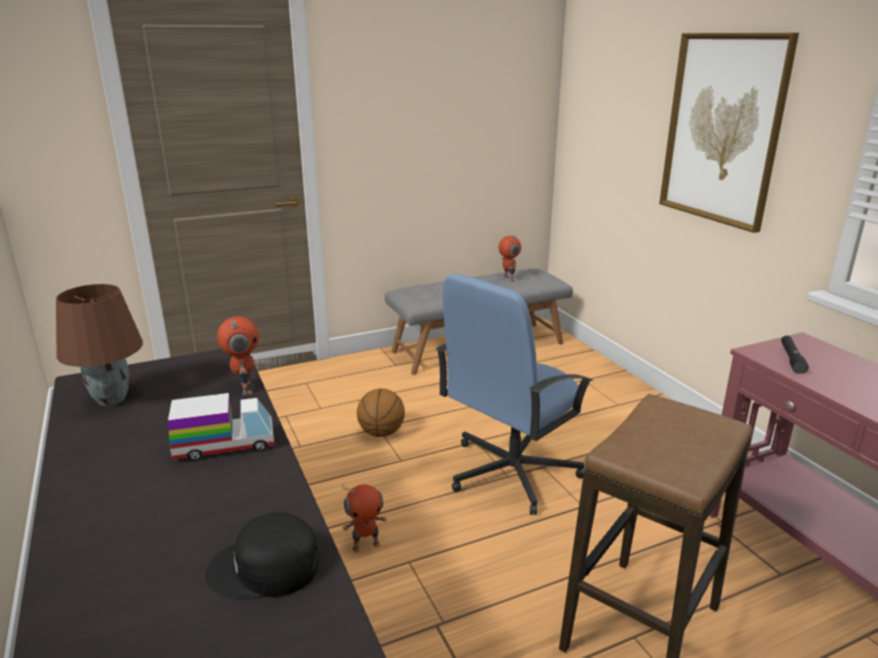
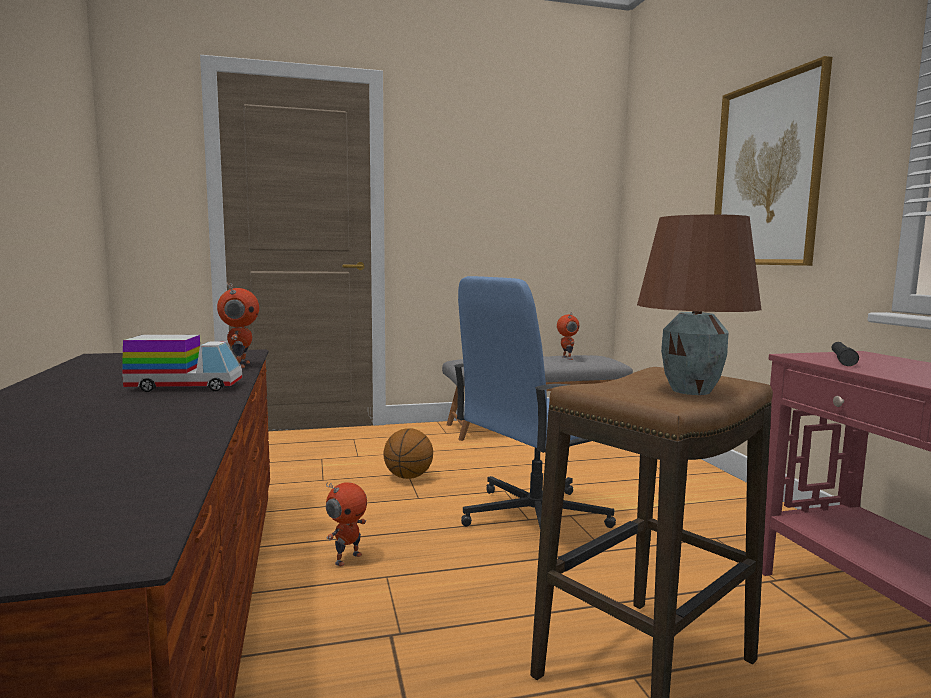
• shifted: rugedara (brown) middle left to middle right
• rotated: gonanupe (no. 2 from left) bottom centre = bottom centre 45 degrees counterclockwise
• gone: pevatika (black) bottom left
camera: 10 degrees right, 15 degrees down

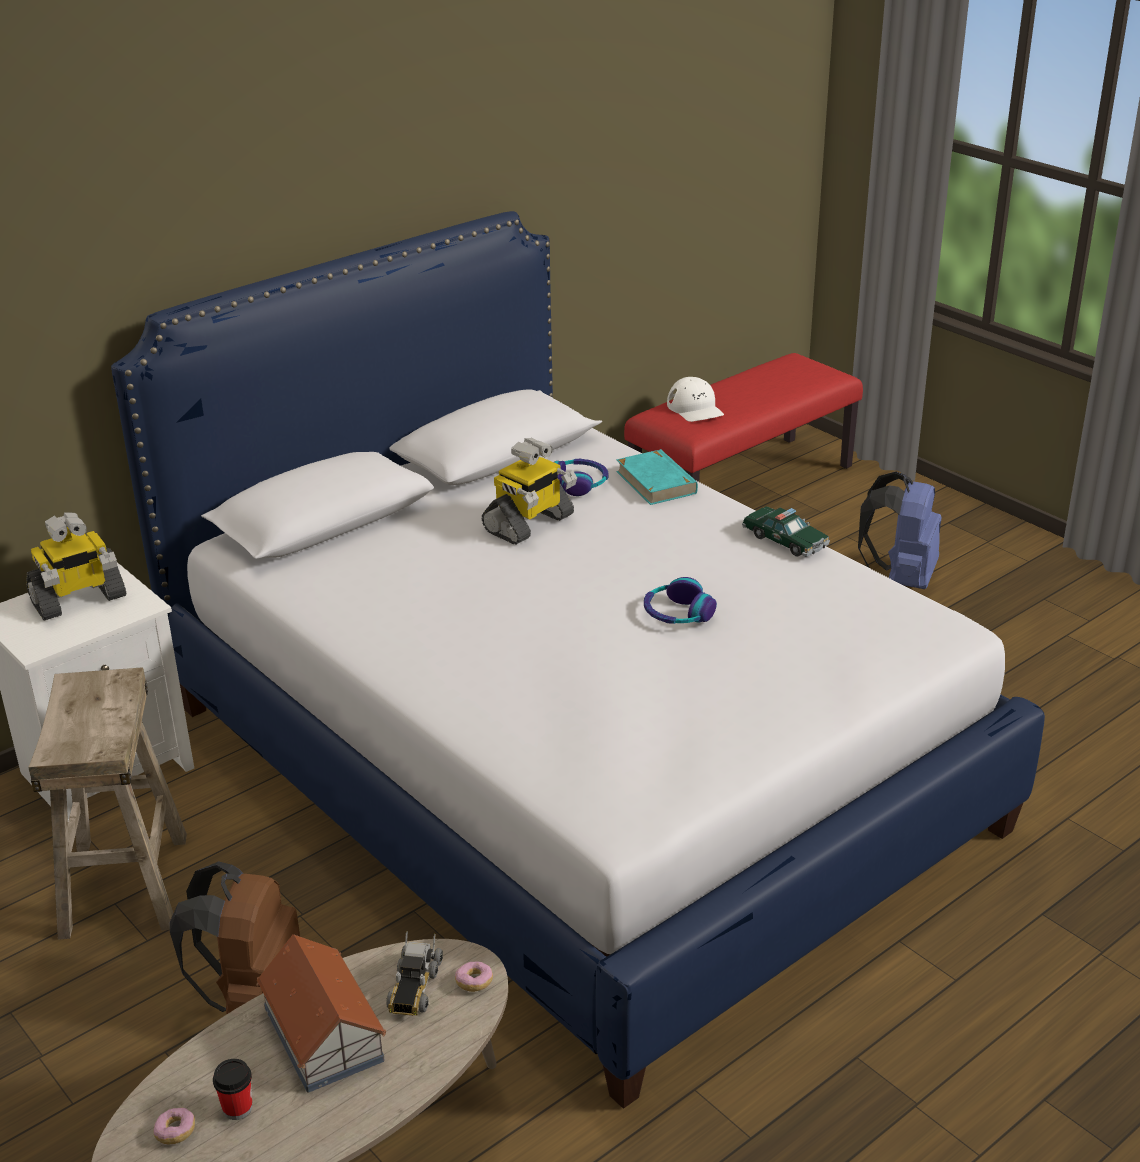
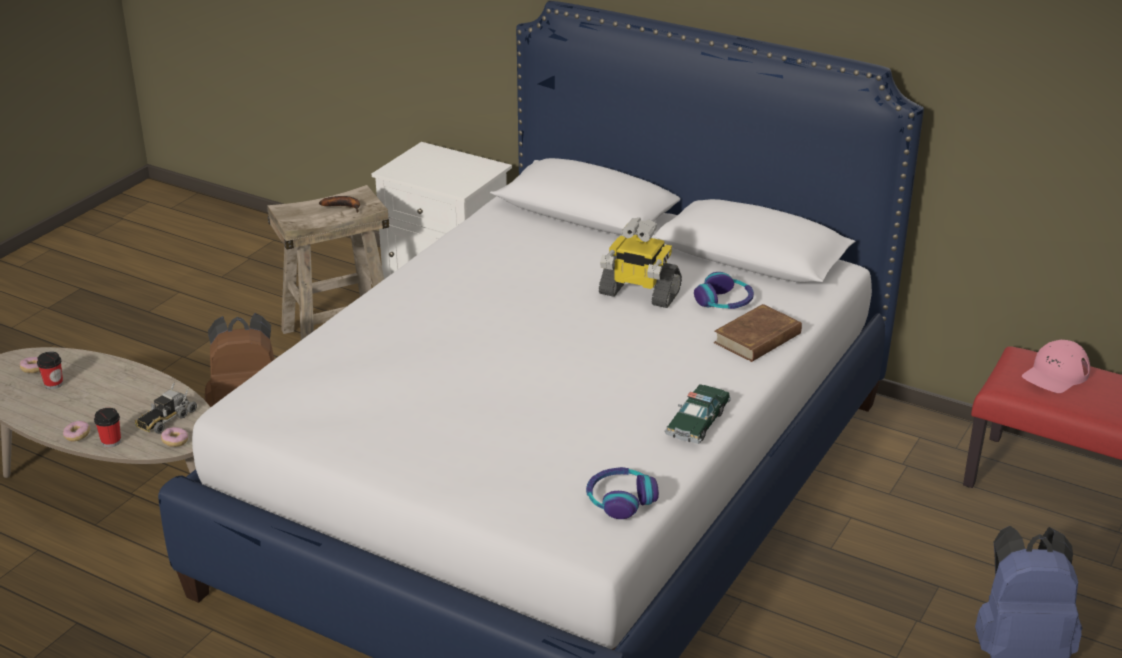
• repainted: pevatika (white) centre to pevatika (pink) middle right
• repainted: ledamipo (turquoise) centre to ledamipo (brown) middle right
• gone: gonanupe (no. 1 from left) middle left
• shifted: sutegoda (no. 2 from left in the first image) centre to sutegoda (no. 1 from left) bottom centre
• rotated: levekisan bottom centre = middle left 45 degrees counterclockwise
• gone: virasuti bottom left
• new: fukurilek top left
• new: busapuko (no. 2 from left) middle left
• new: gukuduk (no. 2 from left) middle left
camera: 70 degrees right, 0 degrees up

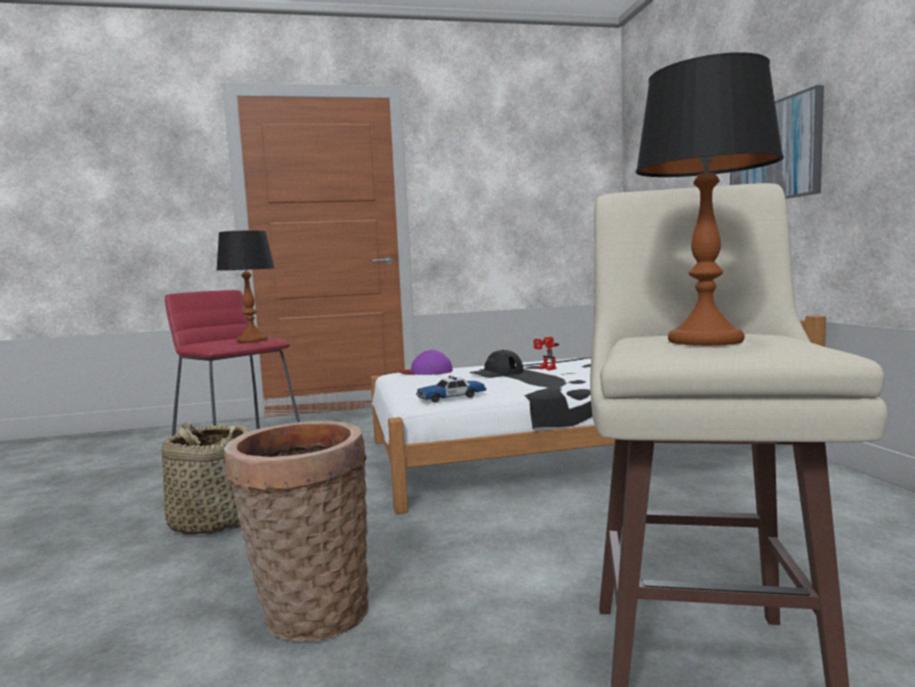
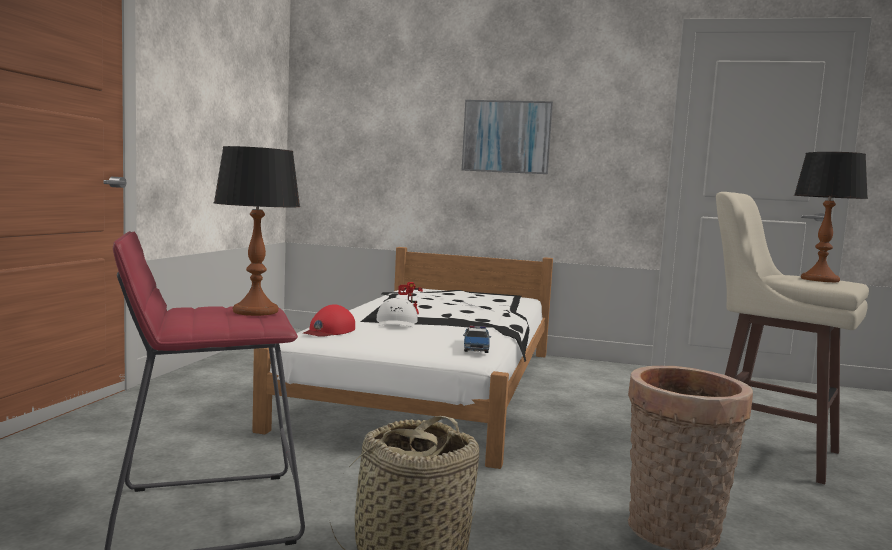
• repainted: pevatika (purple) centre to pevatika (red) centre
• repainted: pevatika (black) centre to pevatika (white) centre
camera: 65 degrees left, 0 degrees up

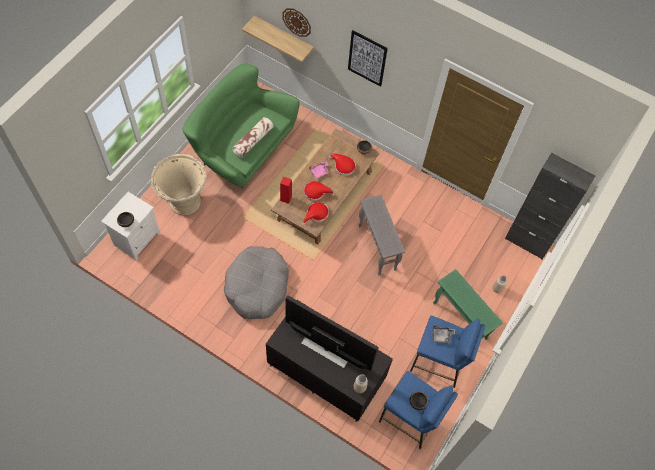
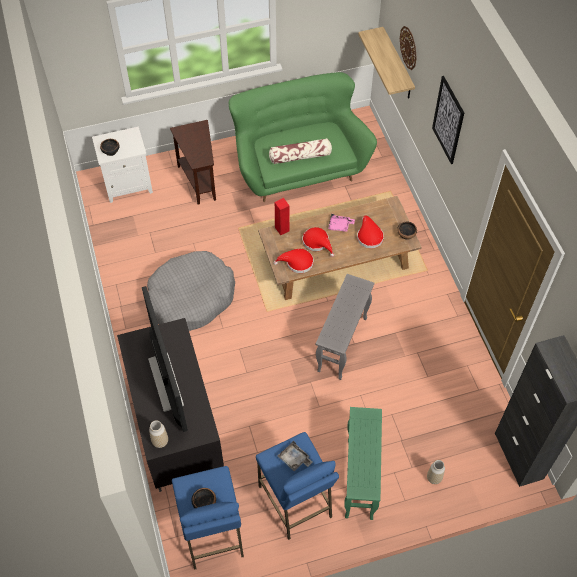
• swapped: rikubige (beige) middle left to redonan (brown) top centre
camera: 45 degrees right, 5 degrees down

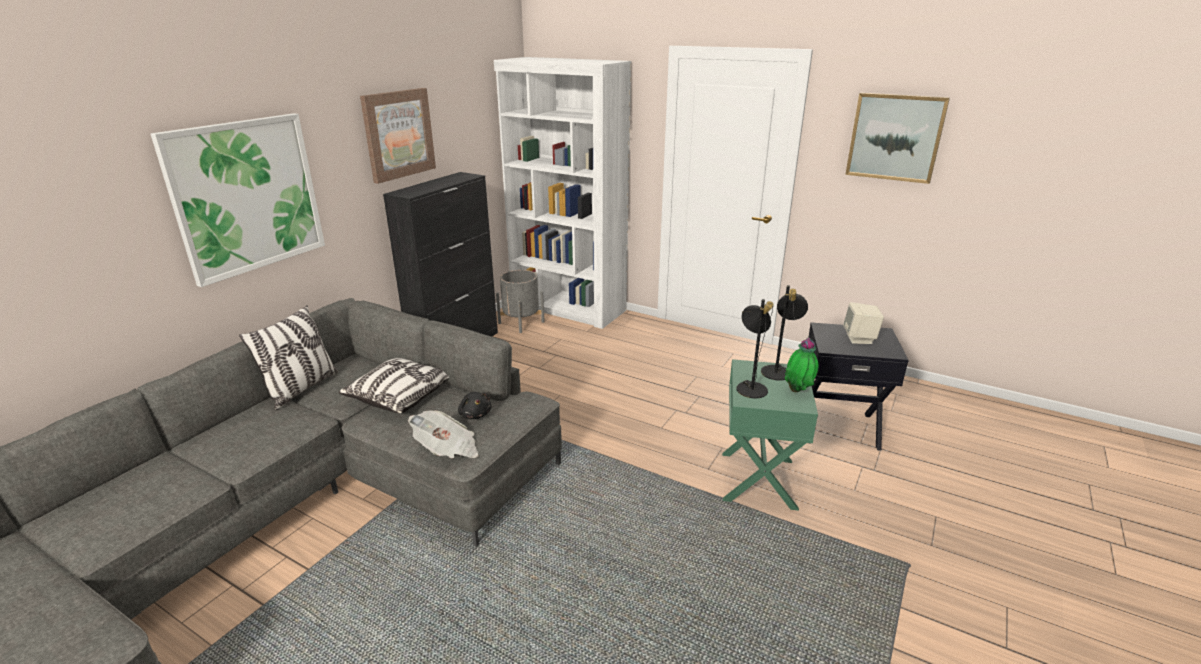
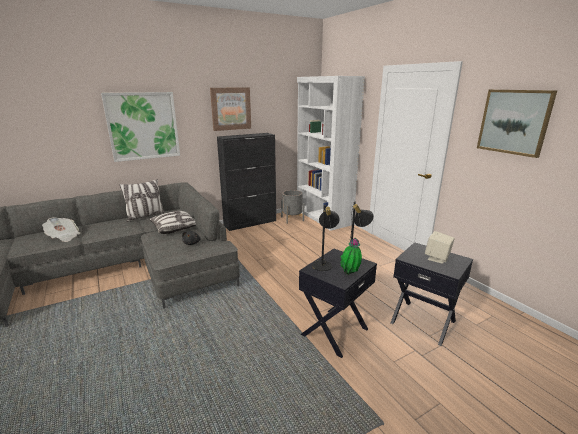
• repainted: redonan (green) centre to redonan (black) (no. 1 from left) bottom centre
• shifted: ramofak centre to middle left
camera: 30 degrees right, 5 degrees down

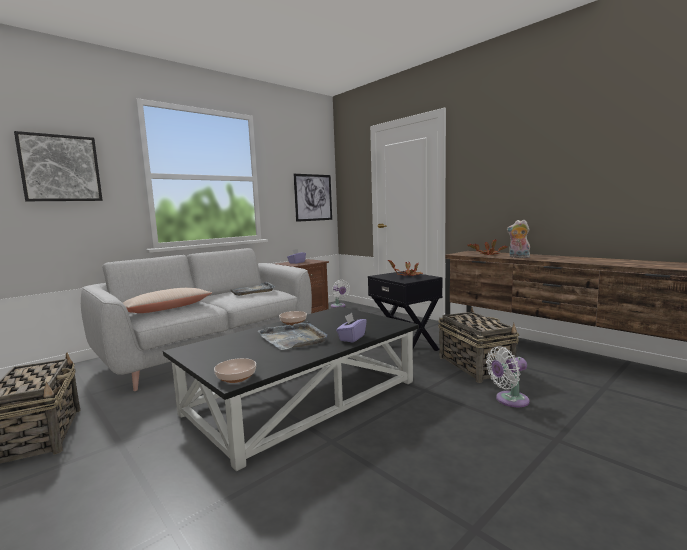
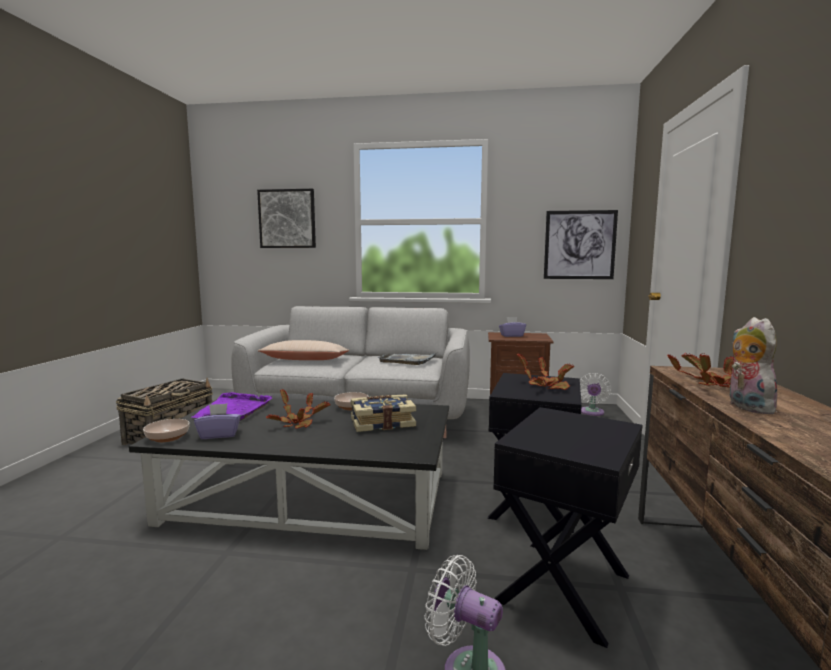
• swapped: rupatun (no. 2 from left) middle right to redonan (black) (no. 2 from left) bottom right
• shifted: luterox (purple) (no. 2 from left in the first image) centre to luterox (purple) (no. 1 from left) middle left
• swapped: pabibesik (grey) (no. 2 from left) centre to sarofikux (no. 1 from left) centre
• new: pabibesik (purple) middle left
• new: ledamipo centre
camera: 50 degrees right, 0 degrees up

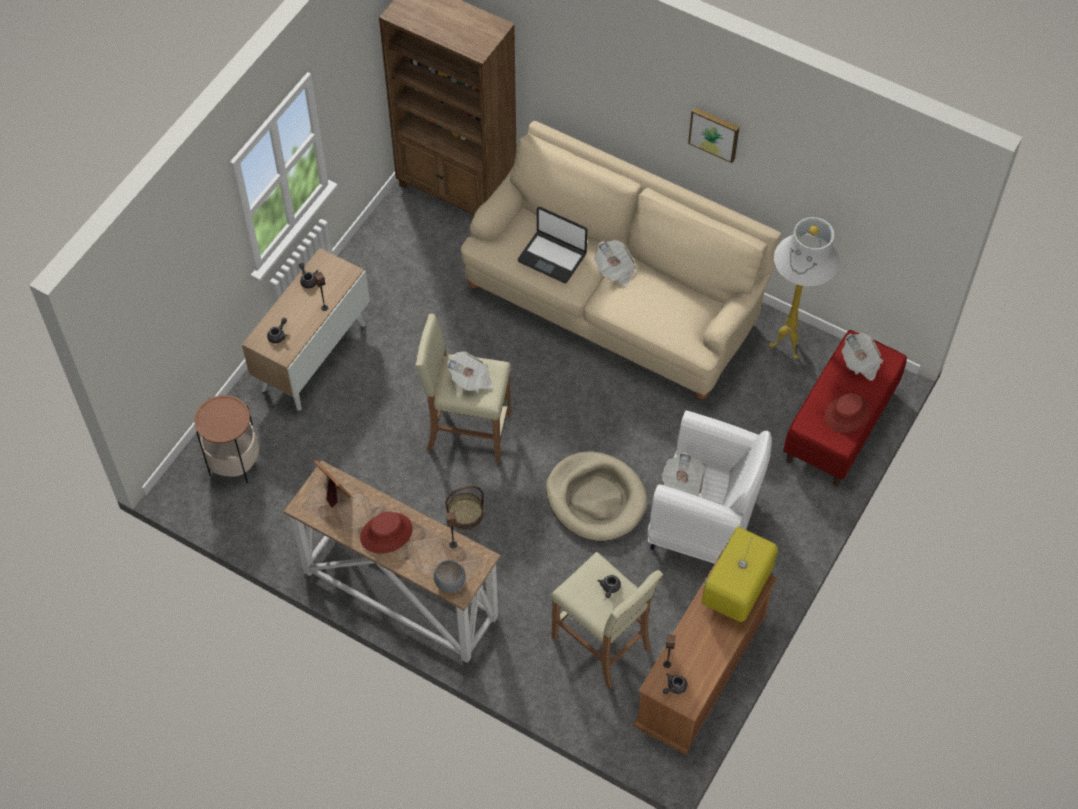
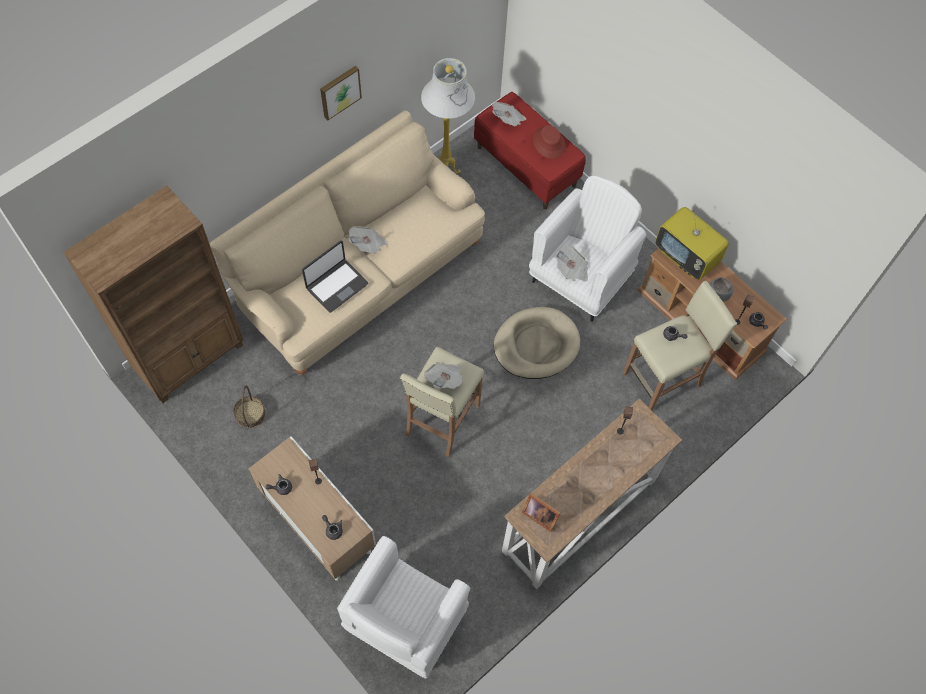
• swapped: redonan middle left to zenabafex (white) (no. 1 from left) bottom centre
• rotated: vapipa middle left = bottom centre 120 degrees counterclockwise
• shifted: rupatun centre to middle left
• gone: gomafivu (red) (no. 1 from left) centre
• shifted: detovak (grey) bottom centre to middle right
camera: 75 degrees left, 5 degrees up

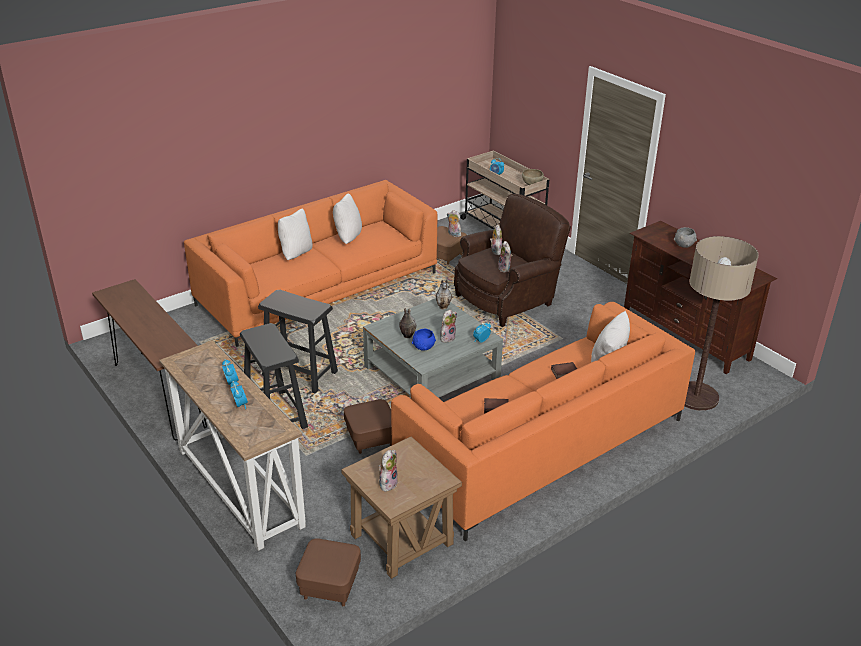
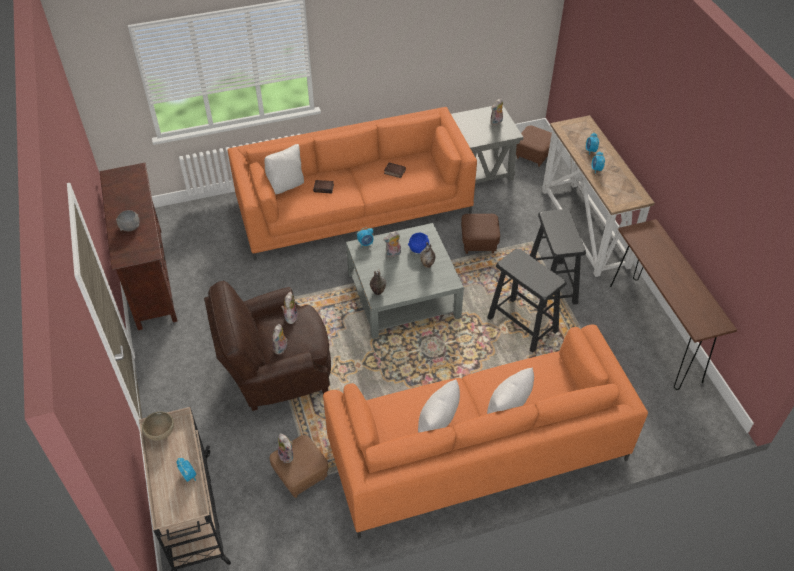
• gone: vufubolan middle right
• repainted: redonan (brown) bottom centre to redonan (grey) top centre
camera: 160 degrees left, 15 degrees up

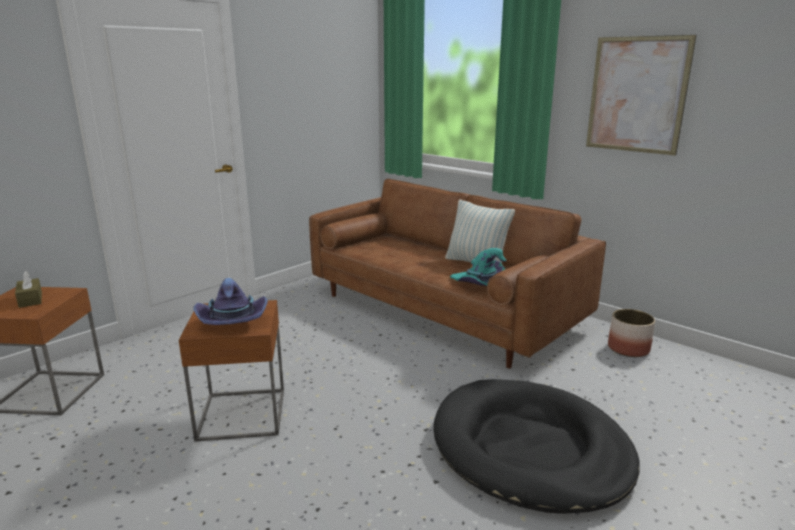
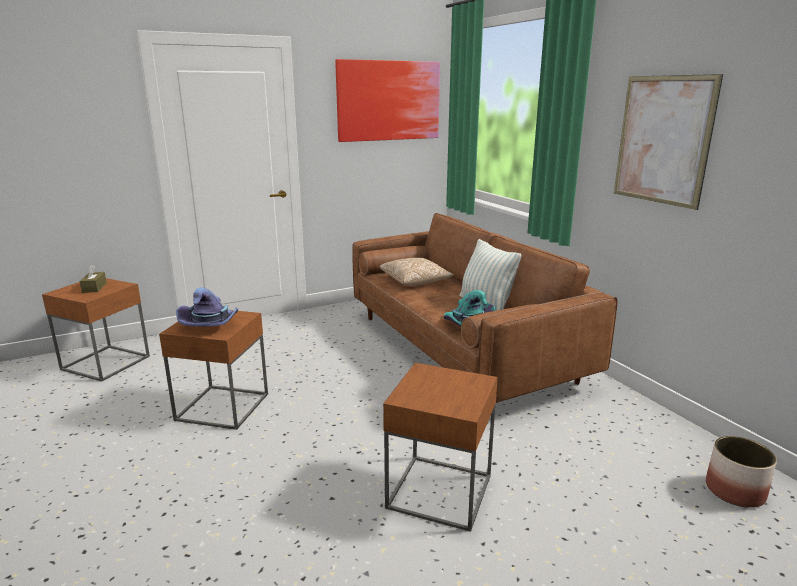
• shifted: rikubige middle right to bottom right
• swapped: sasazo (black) bottom right to redonan (brown) (no. 3 from left) bottom centre
• new: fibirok (no. 1 from left) top centre
• new: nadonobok (no. 1 from left) centre
camera: 20 degrees right, 0 degrees up

